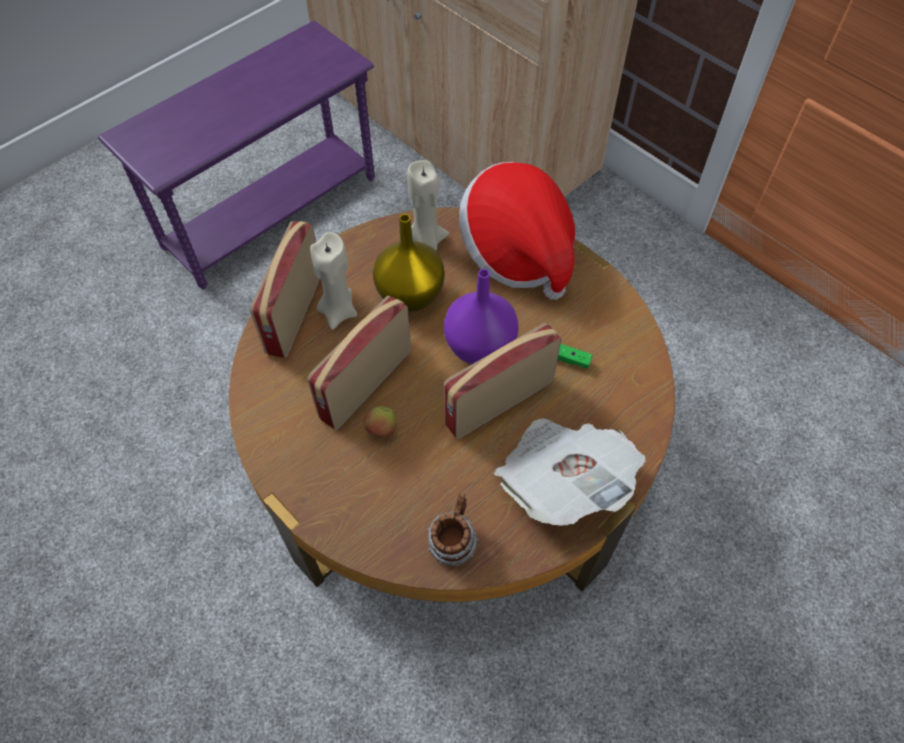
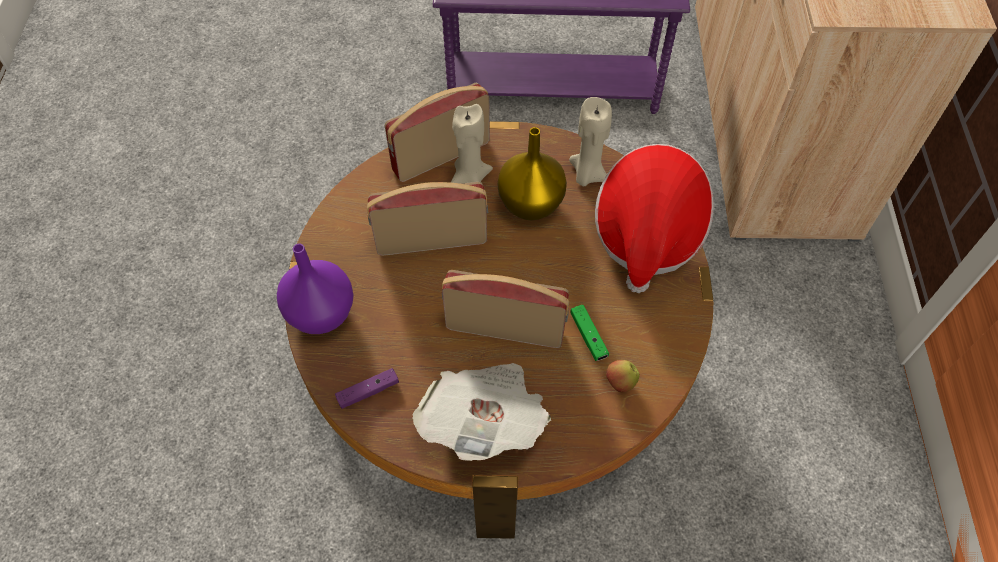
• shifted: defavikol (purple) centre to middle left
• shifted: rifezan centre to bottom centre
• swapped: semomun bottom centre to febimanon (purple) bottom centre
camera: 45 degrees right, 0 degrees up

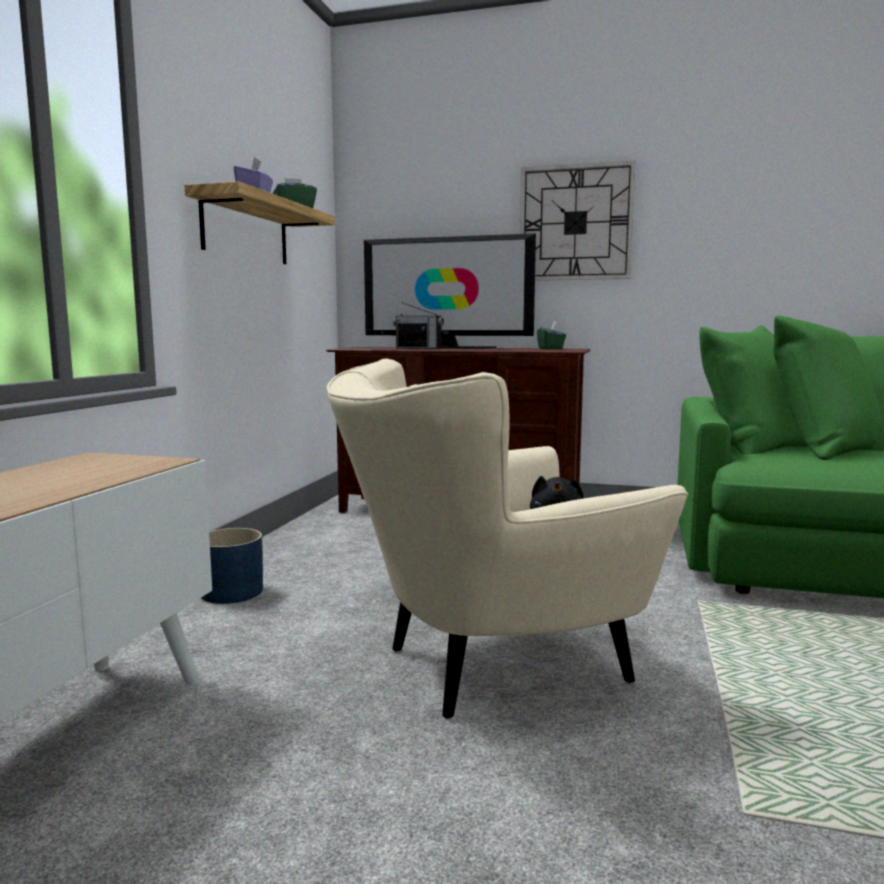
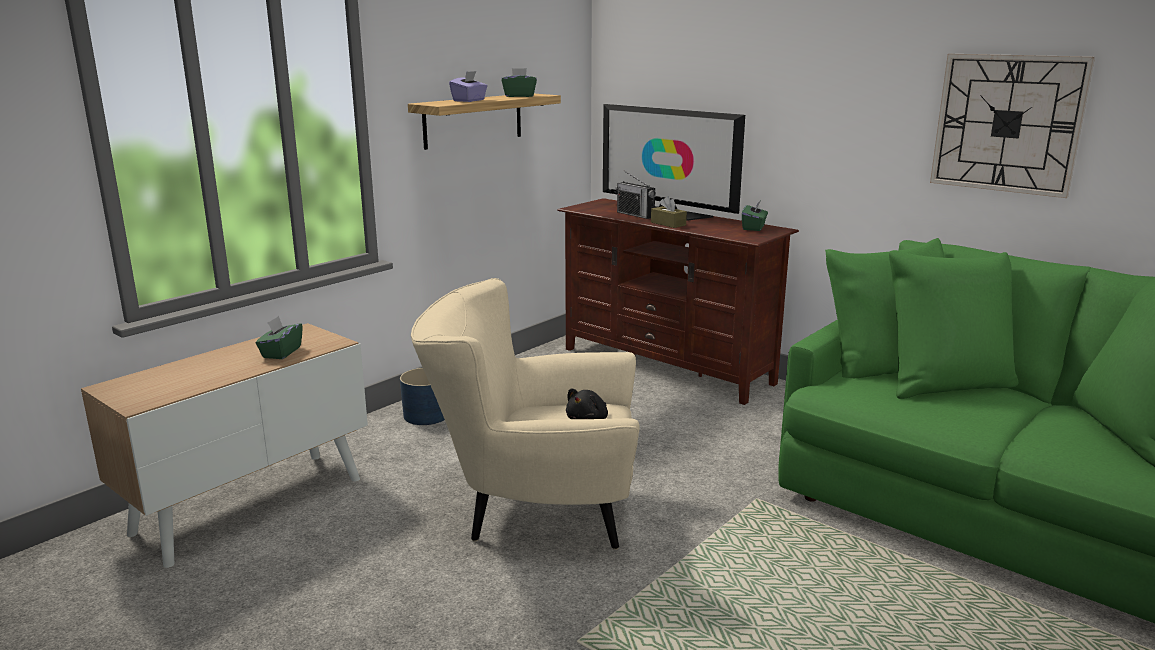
• shifted: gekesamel top centre to top right
• new: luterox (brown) top centre
• new: luterox (green) (no. 1 from left) middle left
camera: 25 degrees right, 10 degrees up

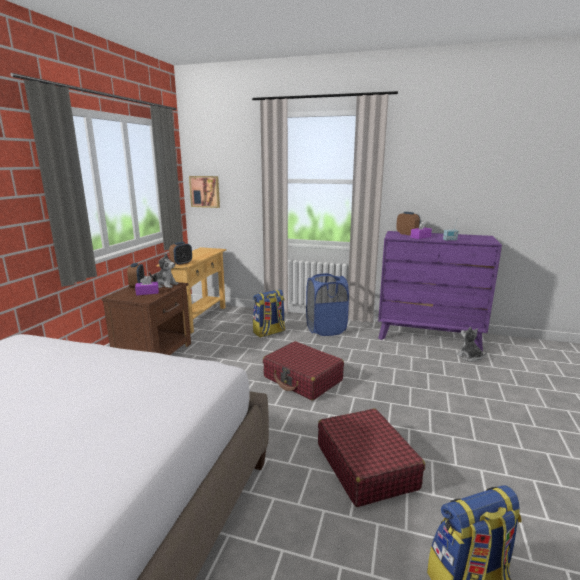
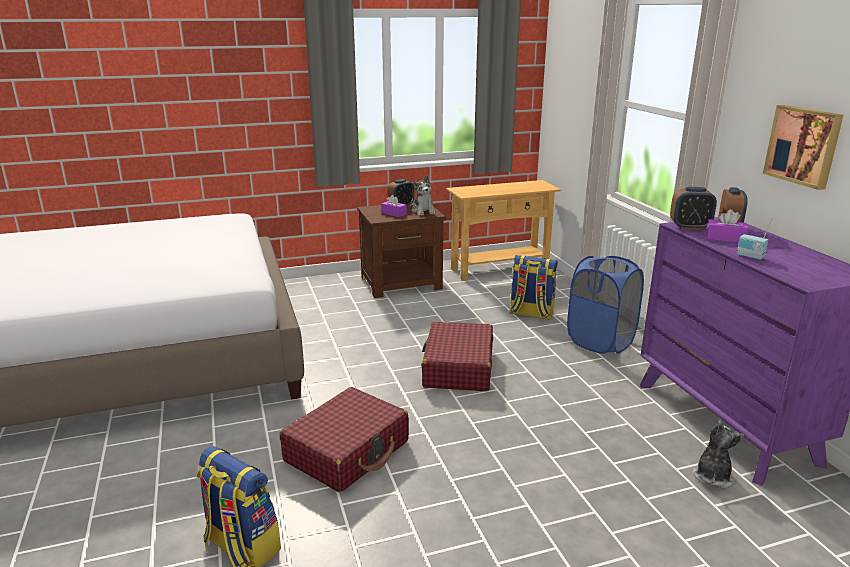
• shifted: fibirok top centre to top right
• shifted: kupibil (no. 2 from left) middle left to middle right
camera: 55 degrees right, 5 degrees up

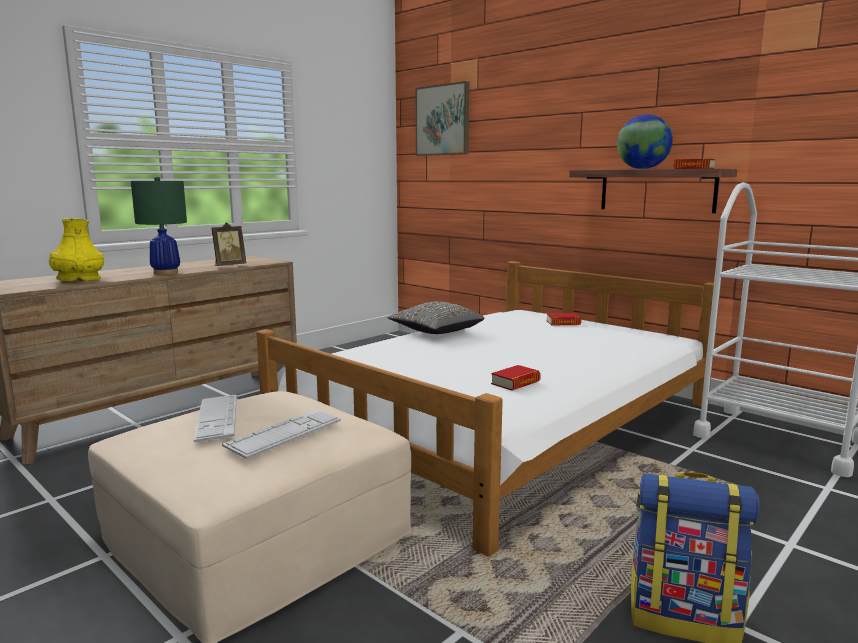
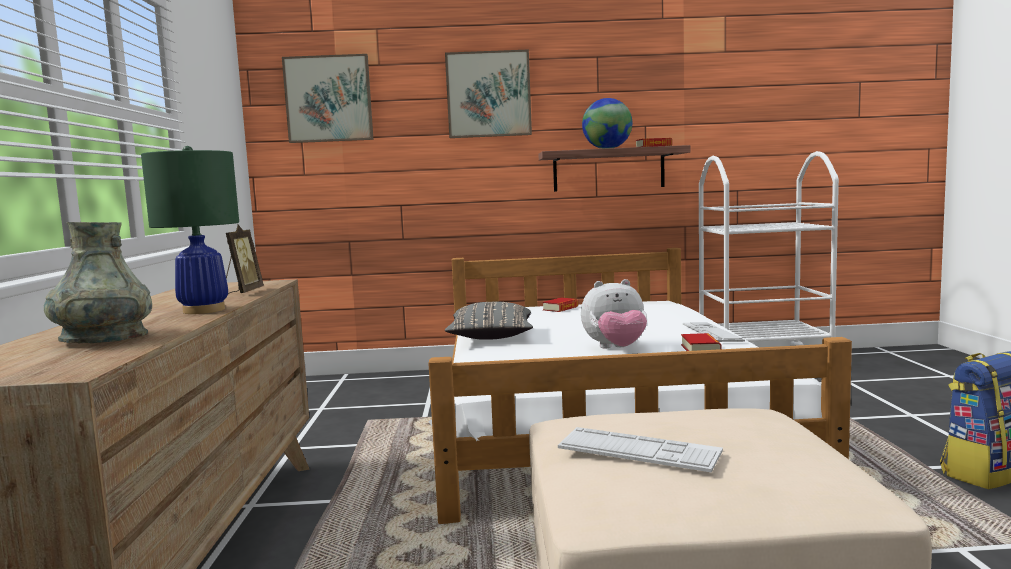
• repainted: defavikol (yellow) middle left to defavikol (grey) middle left
• shifted: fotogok (no. 2 from left) bottom left to middle right
• new: fibirok (no. 2 from left) top centre
• new: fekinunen centre
camera: 45 degrees left, 5 degrees down

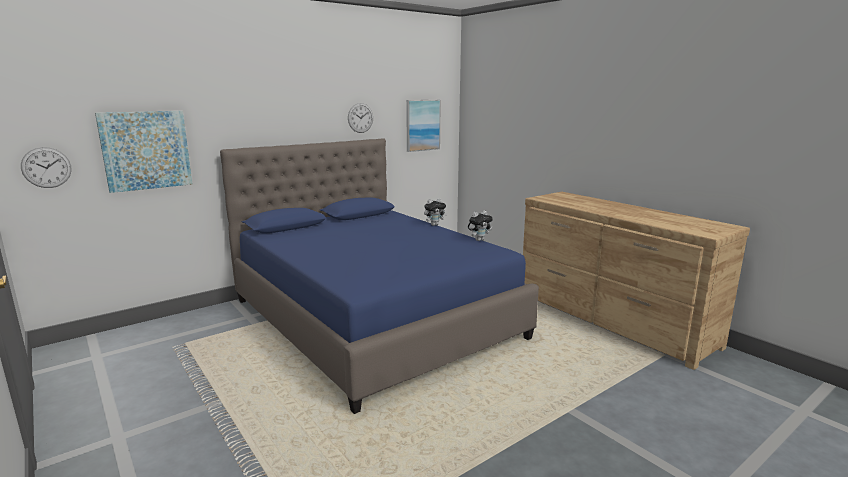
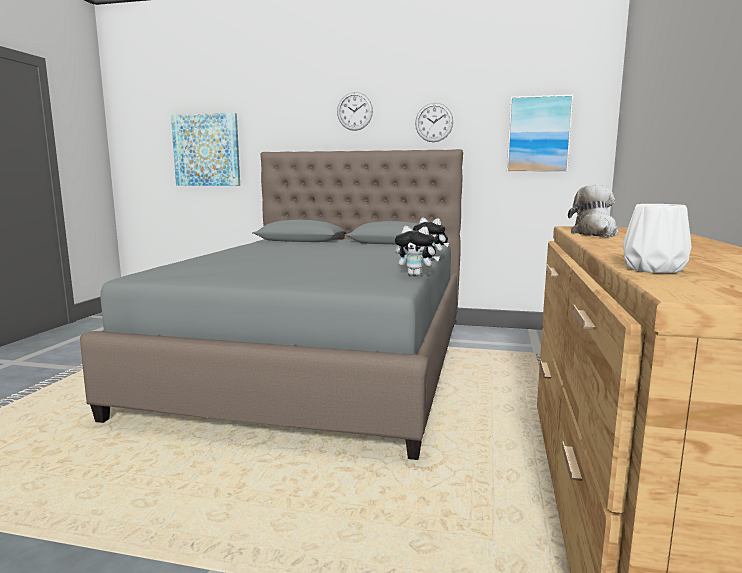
• repainted: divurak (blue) centre to divurak (grey) centre
• shifted: gekesamel (no. 1 from left) middle left to top centre
• new: fekinunen (no. 3 from left) middle right
• new: defavikol (white) middle right
camera: 50 degrees right, 5 degrees down

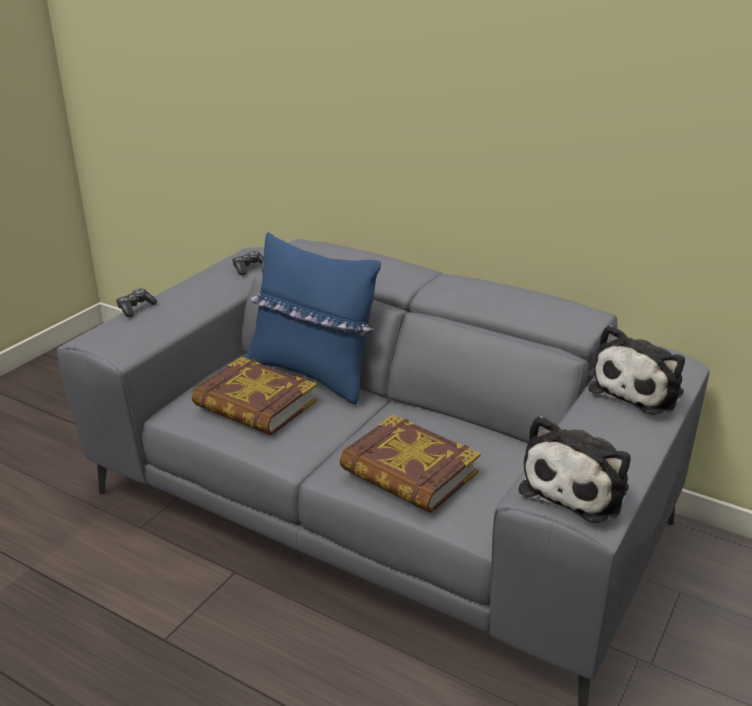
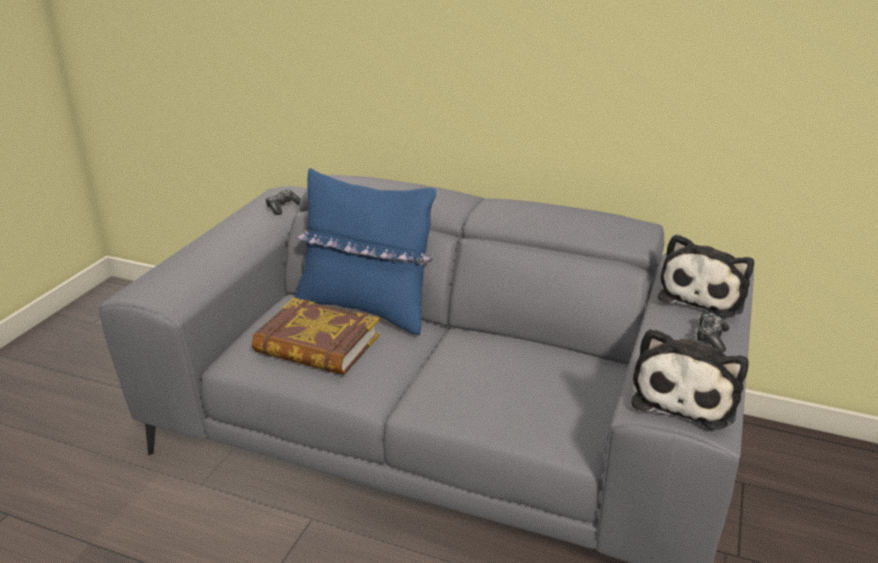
• shifted: febimanon (no. 1 from left in the first image) middle left to febimanon (no. 2 from left) middle right
• gone: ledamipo (no. 2 from left) centre
camera: 10 degrees left, 0 degrees up

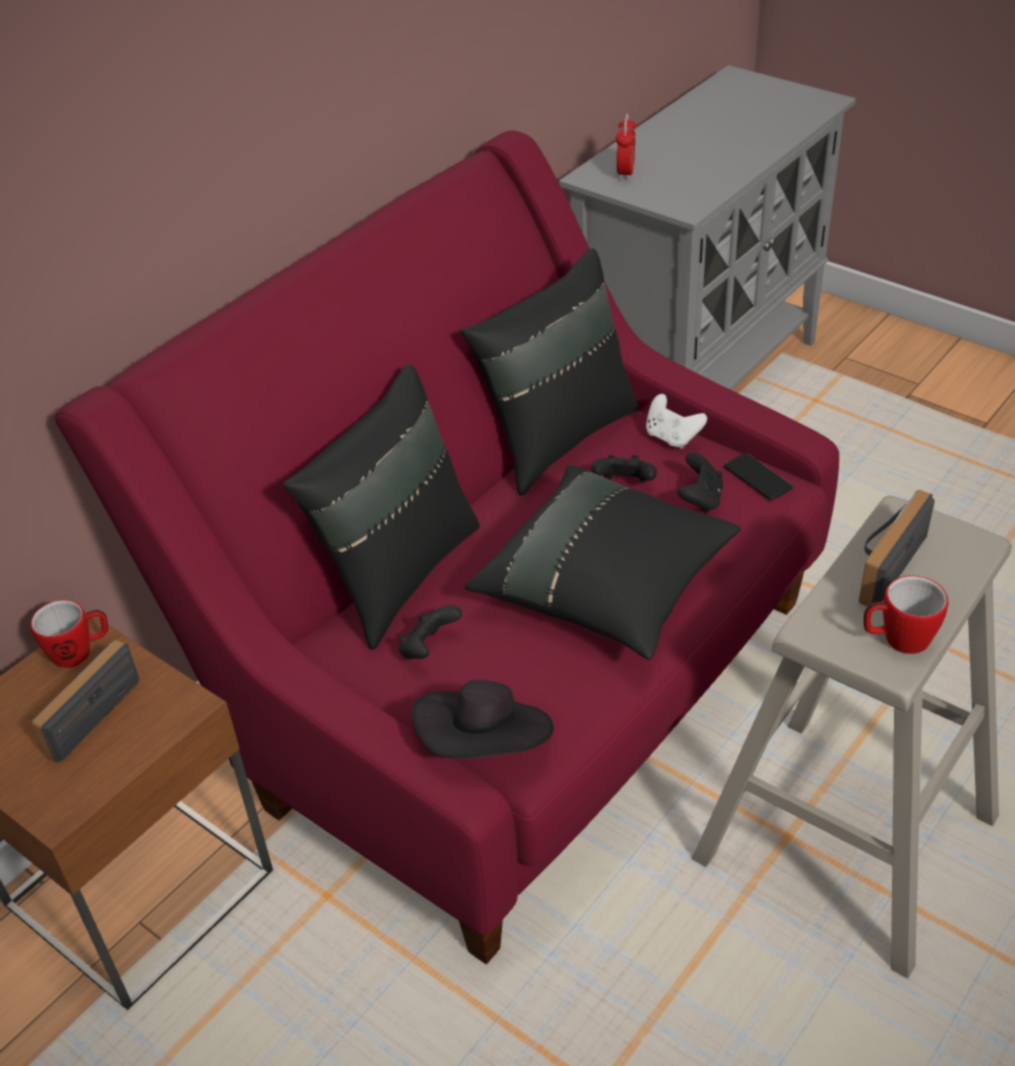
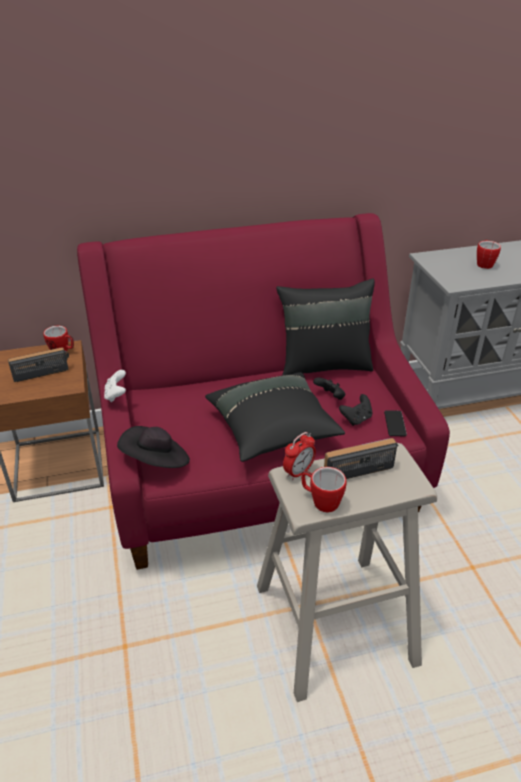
• shifted: kupibil top centre to centre
• gone: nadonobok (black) (no. 1 from left) centre
• shifted: febimanon (white) centre to middle left
• gone: febimanon (black) (no. 1 from left) centre
• new: semomun (no. 3 from left) top right
camera: 35 degrees right, 5 degrees down

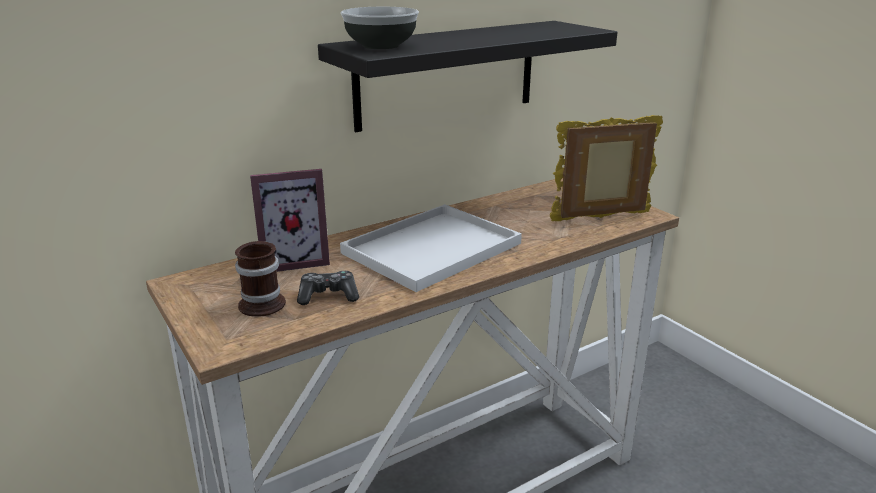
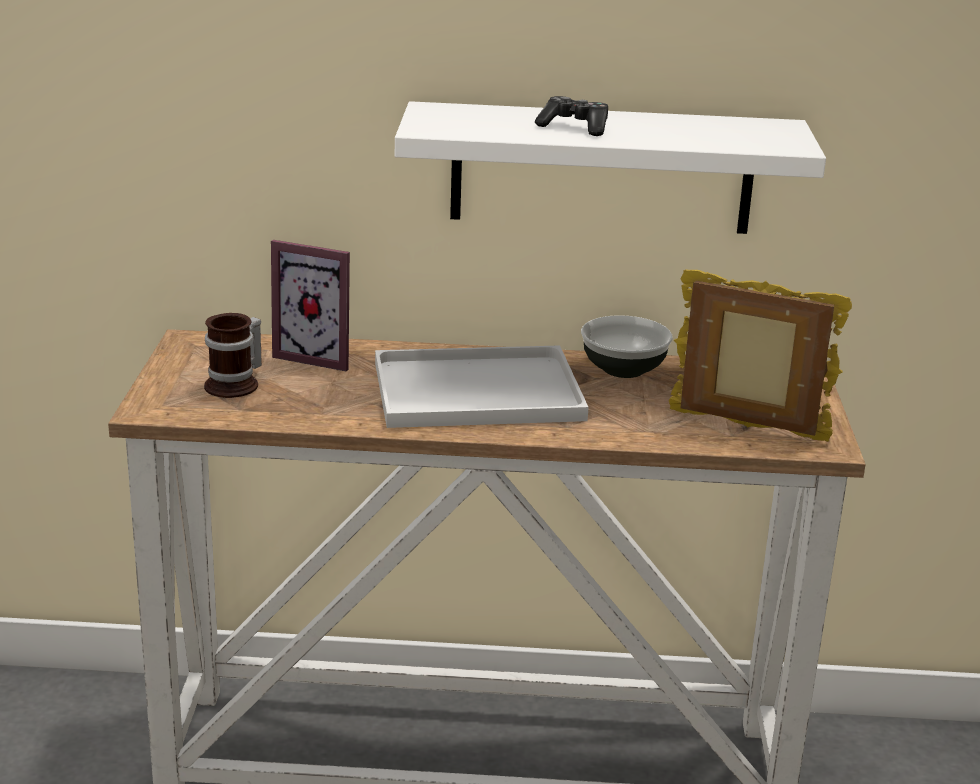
• shifted: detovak top centre to centre
• repainted: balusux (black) top centre to balusux (white) top centre
• shifted: febimanon centre to top centre
camera: 35 degrees right, 0 degrees up

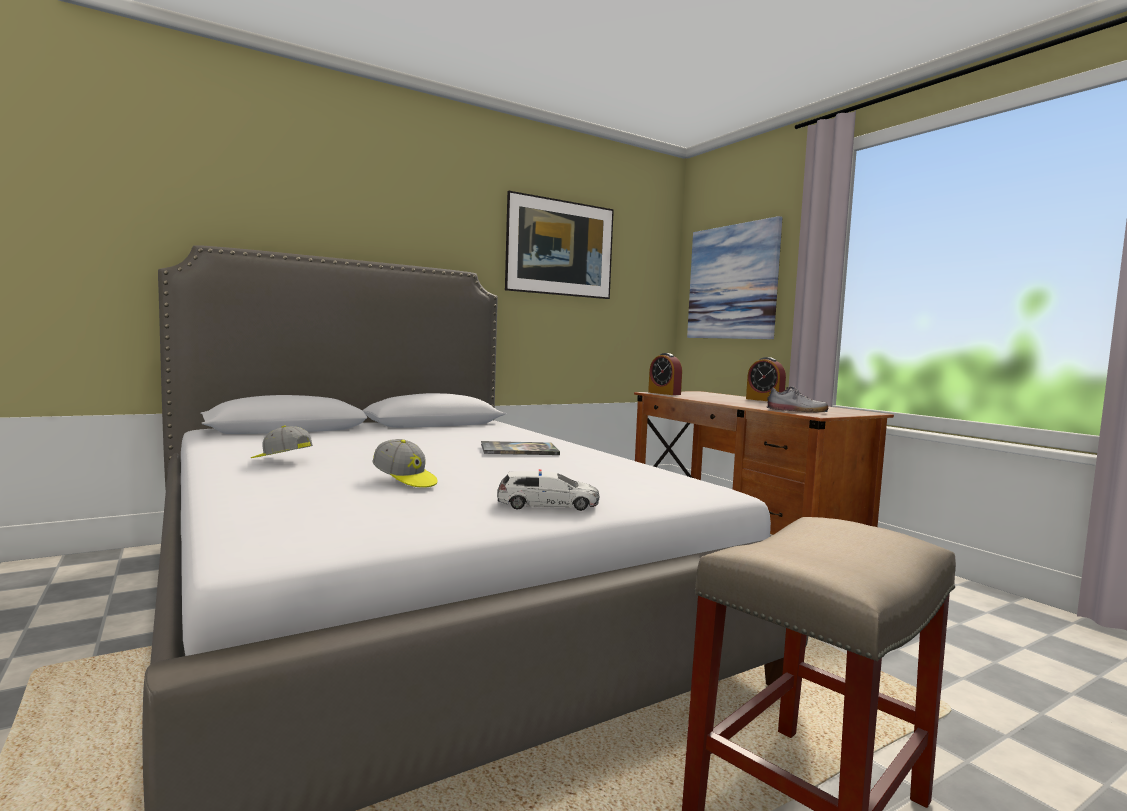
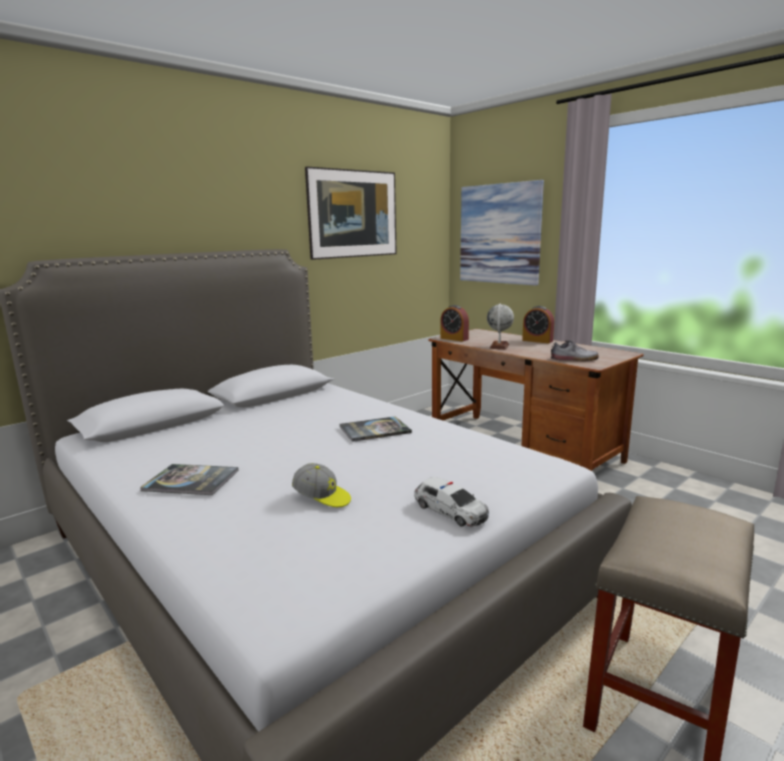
• swapped: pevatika (no. 1 from left) middle left to ledamipo (no. 1 from left) middle left
• rotated: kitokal centre = centre 60 degrees clockwise
• new: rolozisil centre
camera: 10 degrees left, 10 degrees up

